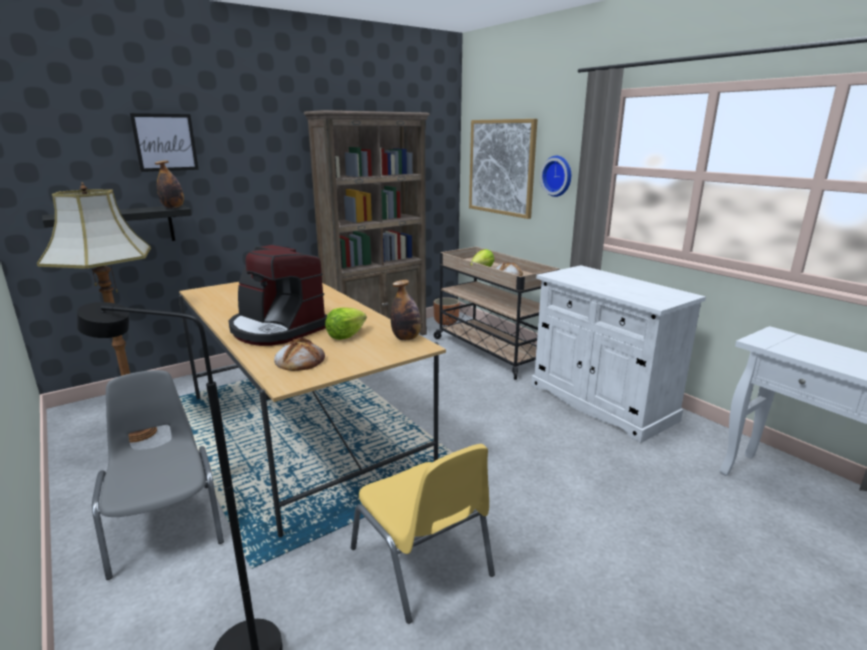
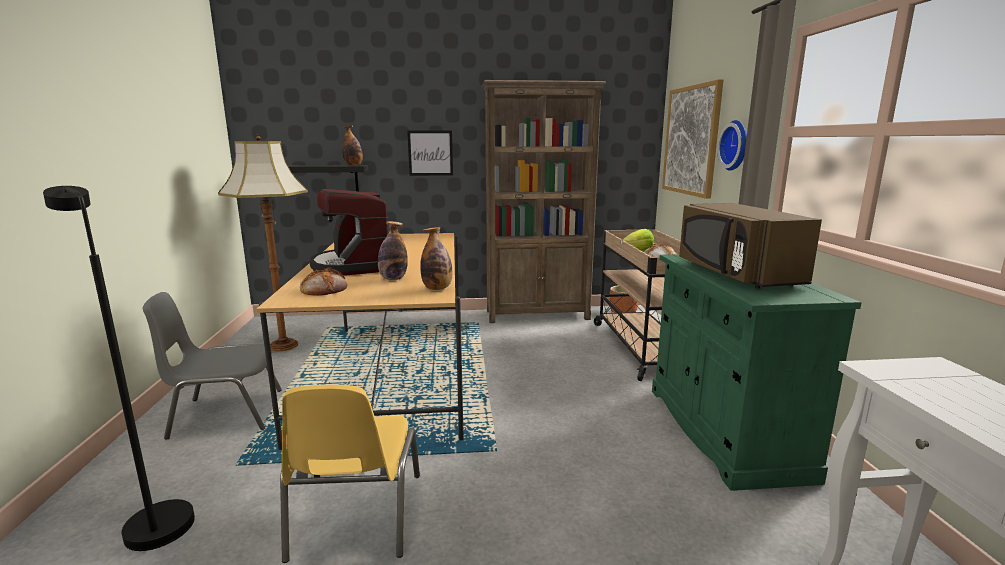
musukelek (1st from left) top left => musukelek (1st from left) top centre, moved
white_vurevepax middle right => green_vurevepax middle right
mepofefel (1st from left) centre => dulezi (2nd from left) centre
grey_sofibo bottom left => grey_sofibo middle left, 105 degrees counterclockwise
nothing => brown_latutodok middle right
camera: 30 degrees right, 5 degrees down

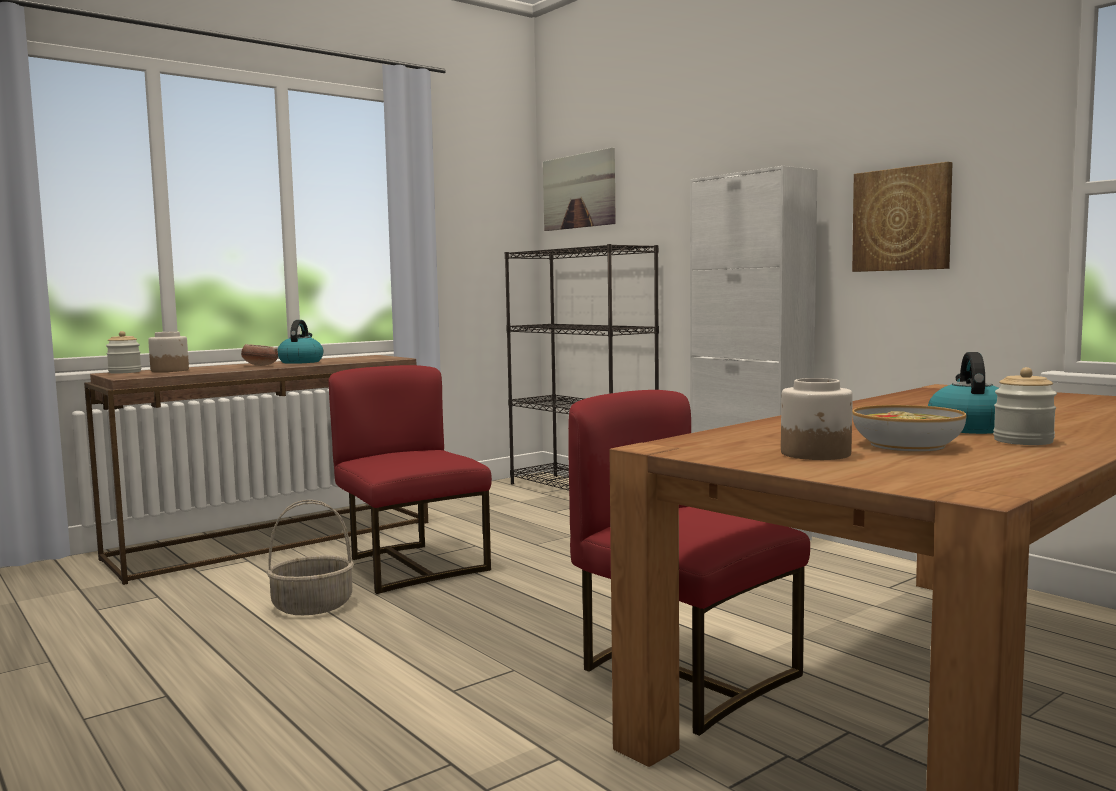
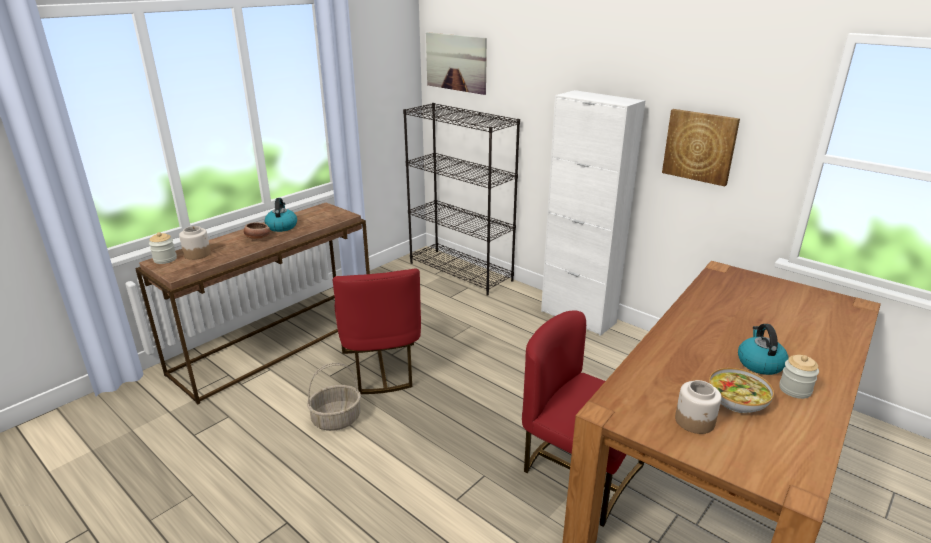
red_sofibo (1st from left) centre, 150 degrees counterclockwise
camera: 10 degrees left, 20 degrees up

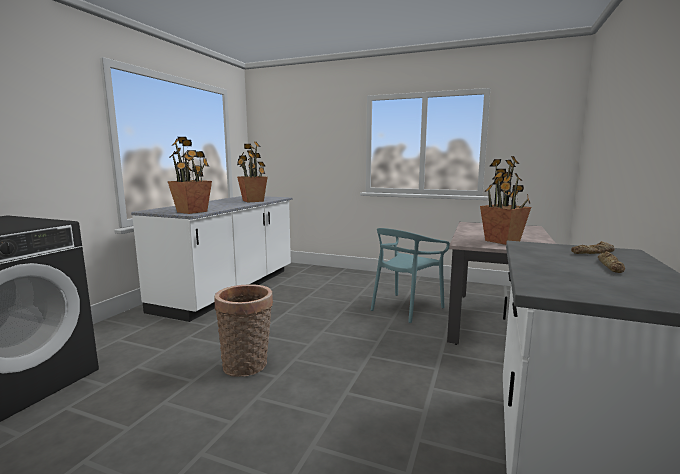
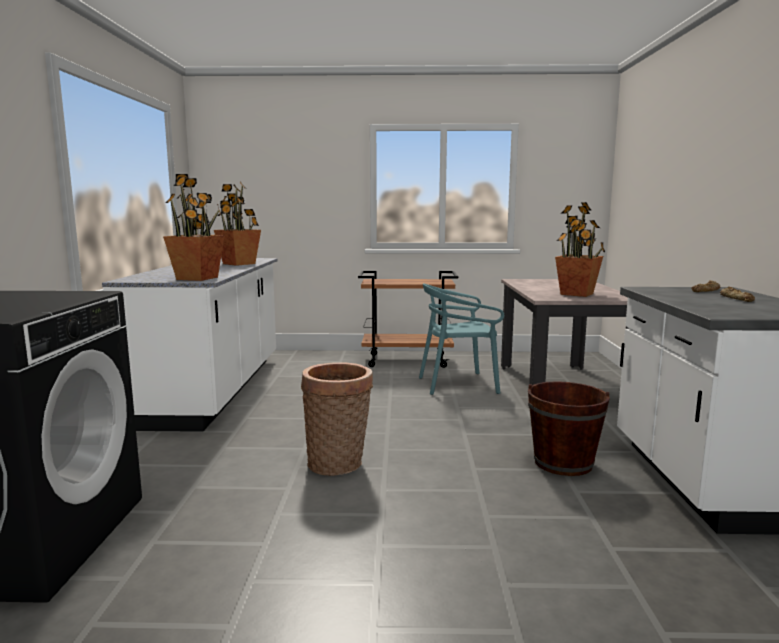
turquoise_sofibo centre, 60 degrees clockwise
nothing => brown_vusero centre
nothing => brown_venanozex middle right
camera: 20 degrees left, 0 degrees up

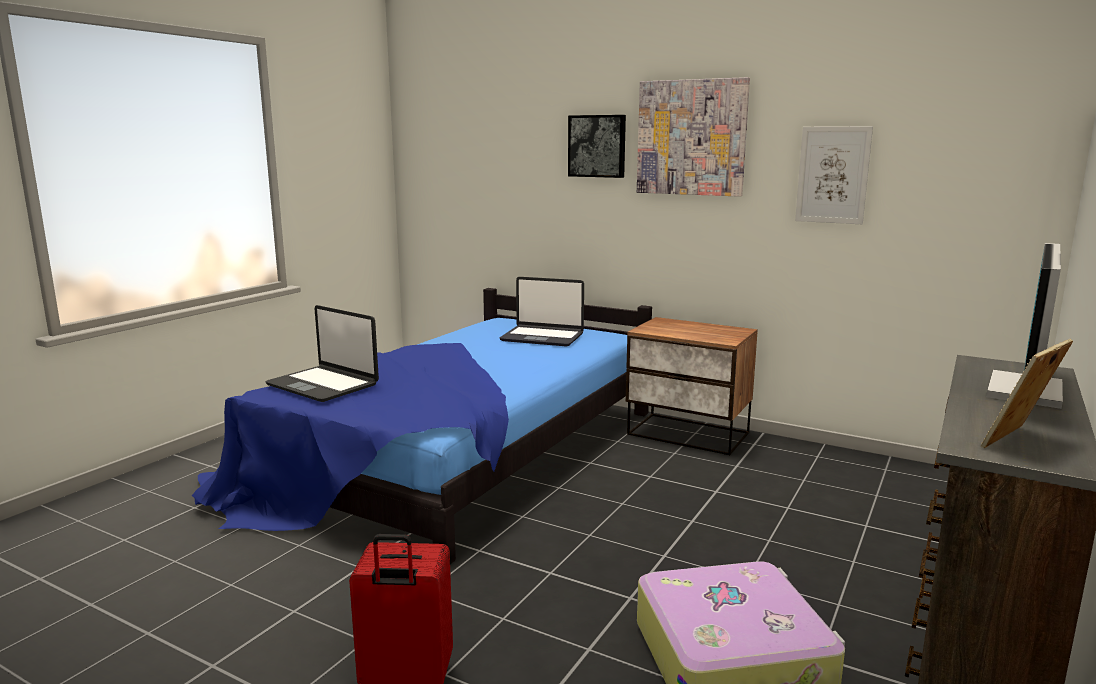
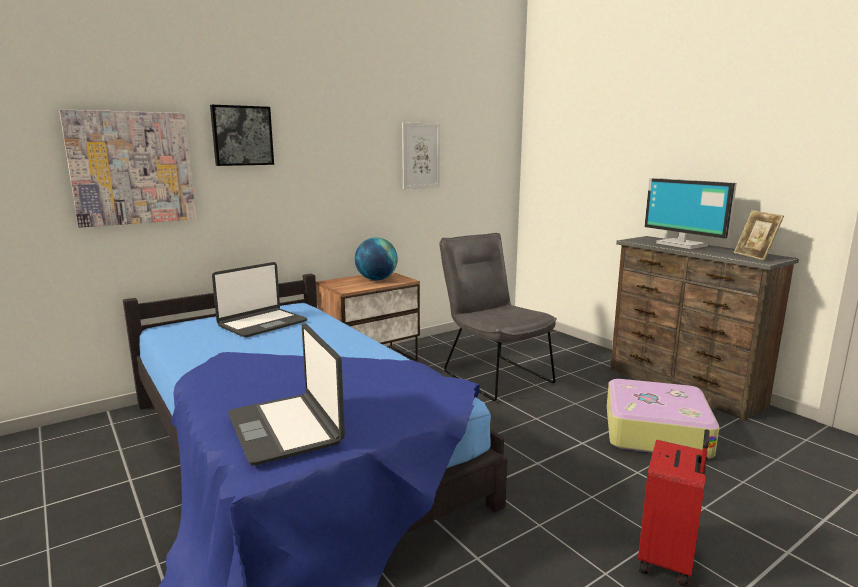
musukelek (2nd from left in the first image) top centre => musukelek (1st from left) top left, moved
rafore (1st from left in the first image) middle left => rafore (2nd from left) bottom centre, 90 degrees clockwise
nothing => grey_sofibo centre
nothing => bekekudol centre
camera: 65 degrees left, 0 degrees up

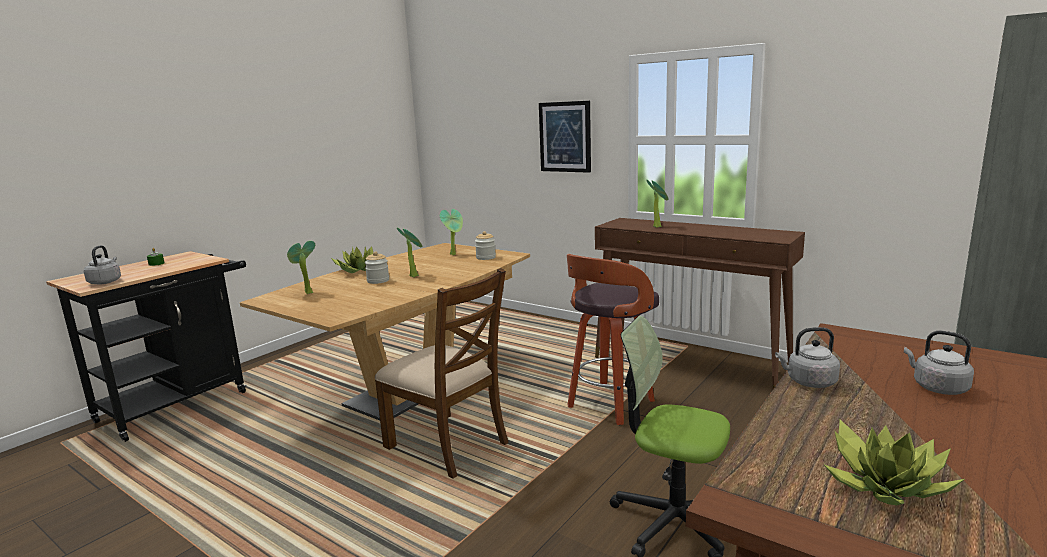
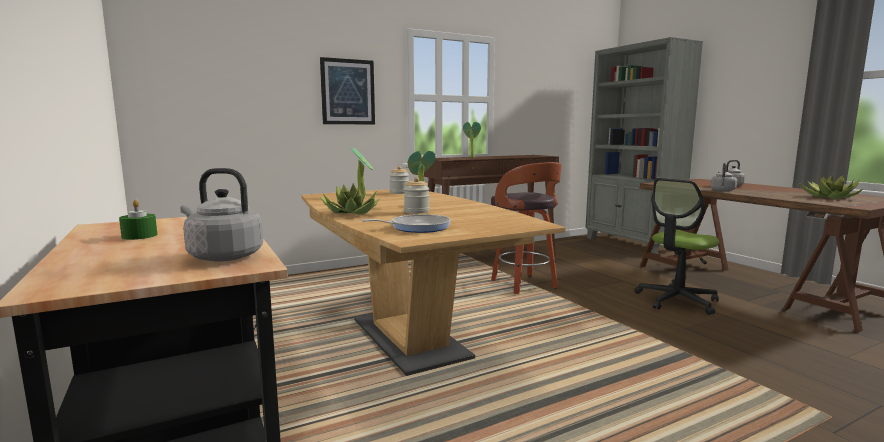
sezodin (1st from left) middle left => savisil centre
brown_sofibo bottom centre => nothing
camera: 65 degrees left, 5 degrees down

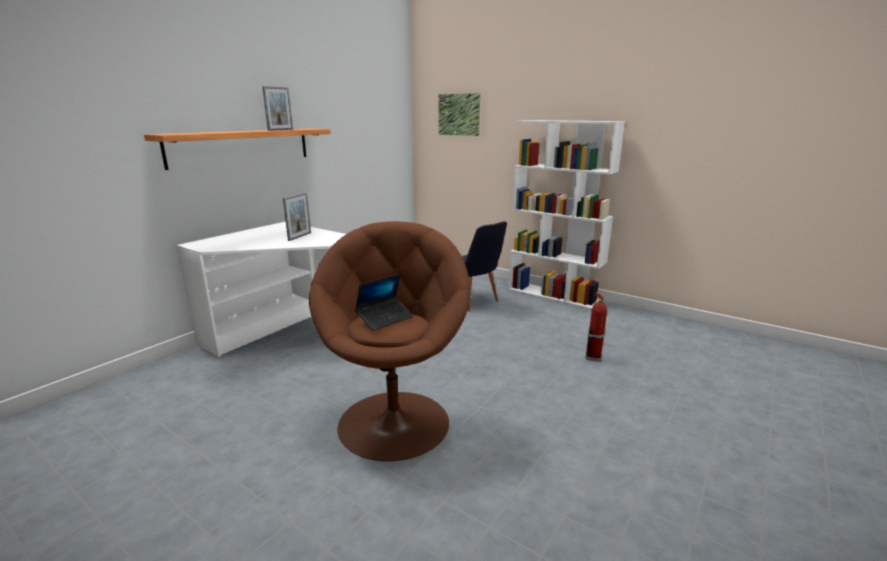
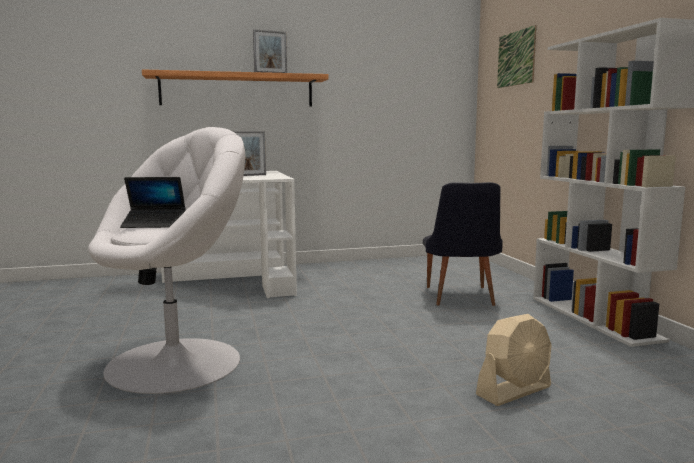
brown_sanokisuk centre => white_sanokisuk middle left
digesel middle right => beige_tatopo bottom right
camera: 40 degrees right, 10 degrees down

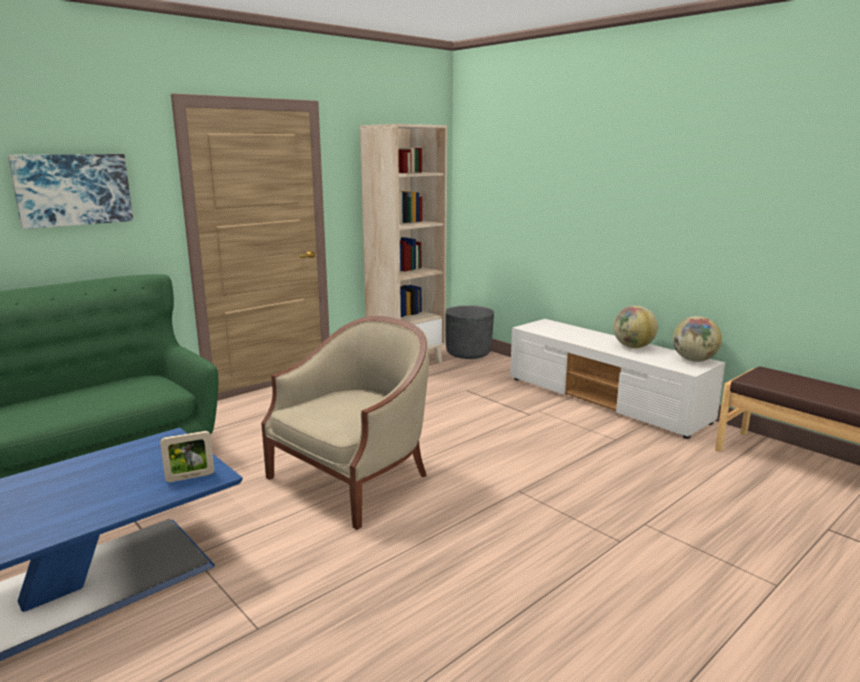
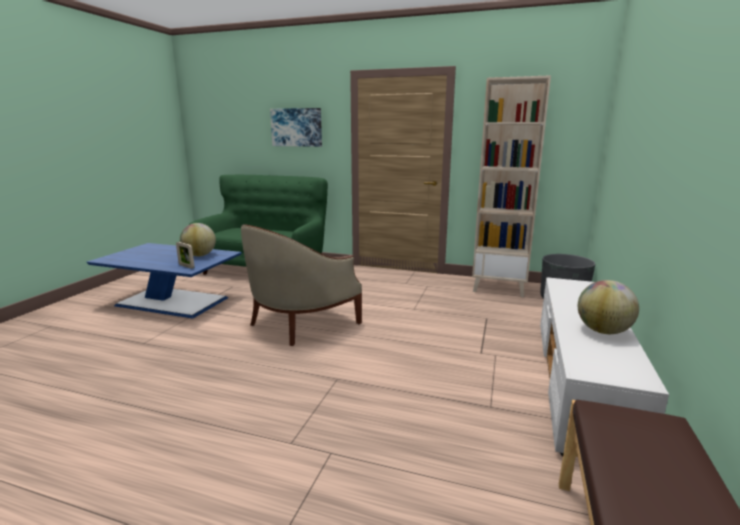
beige_sanokisuk centre, 120 degrees clockwise
bekekudol (2nd from left in the first image) middle right => bekekudol (1st from left) middle left, moved
camera: 60 degrees right, 0 degrees up

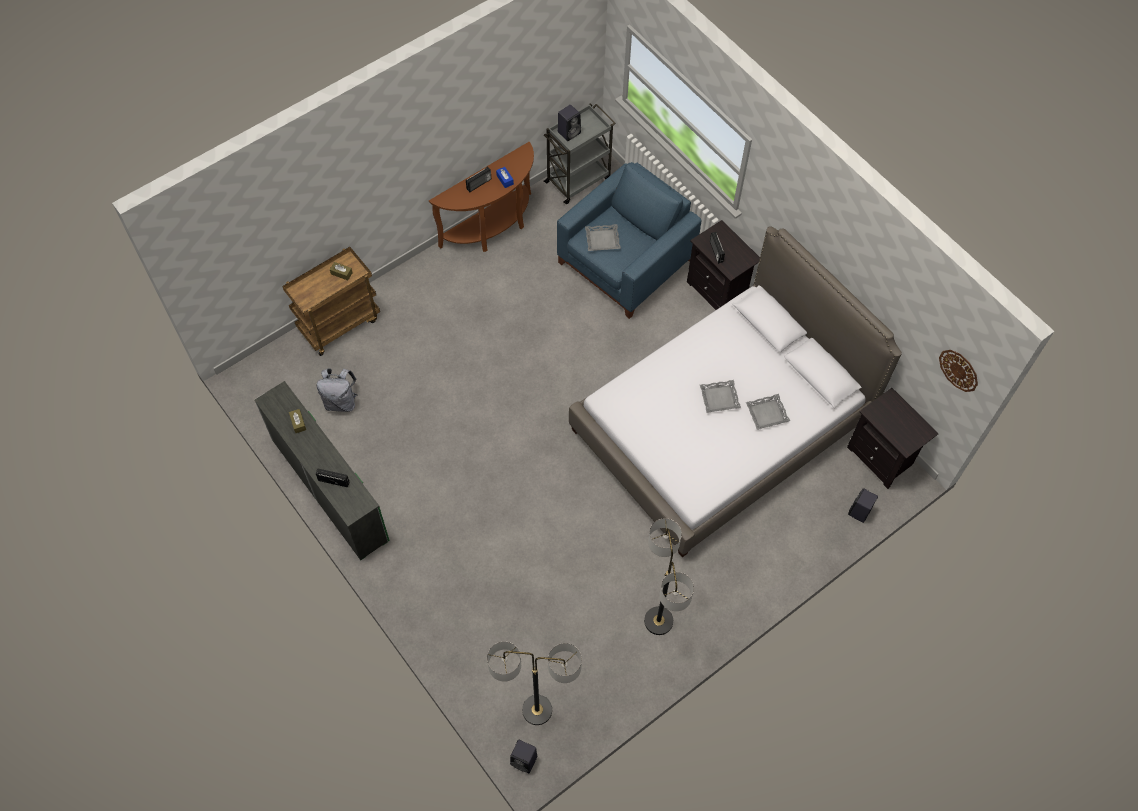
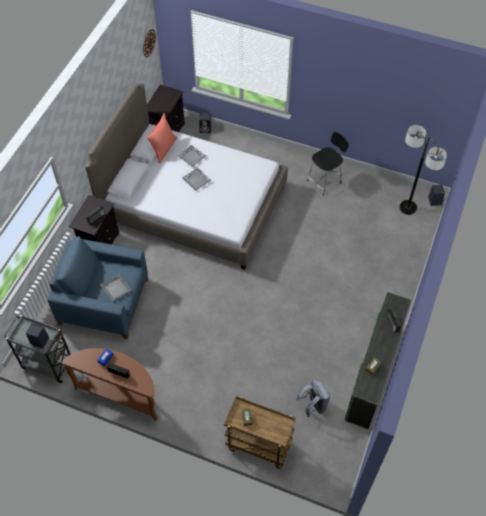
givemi (2nd from left) bottom centre => black_sofibo top right
nothing => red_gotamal top centre
camera: 120 degrees left, 5 degrees down

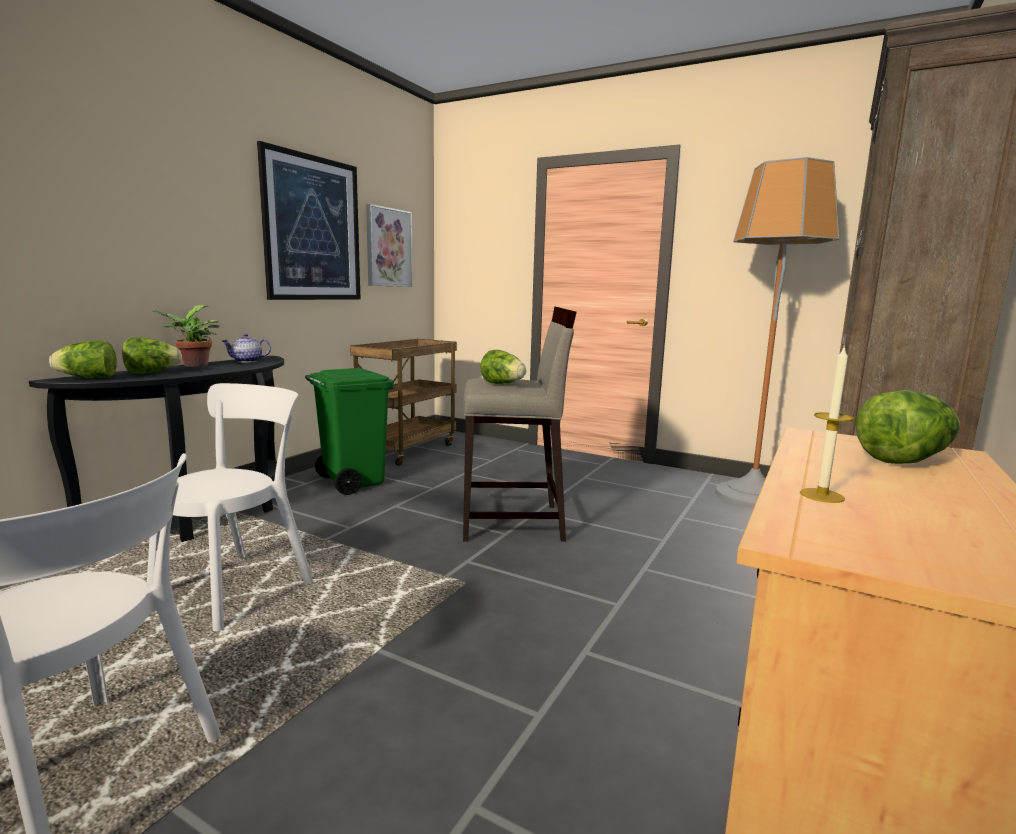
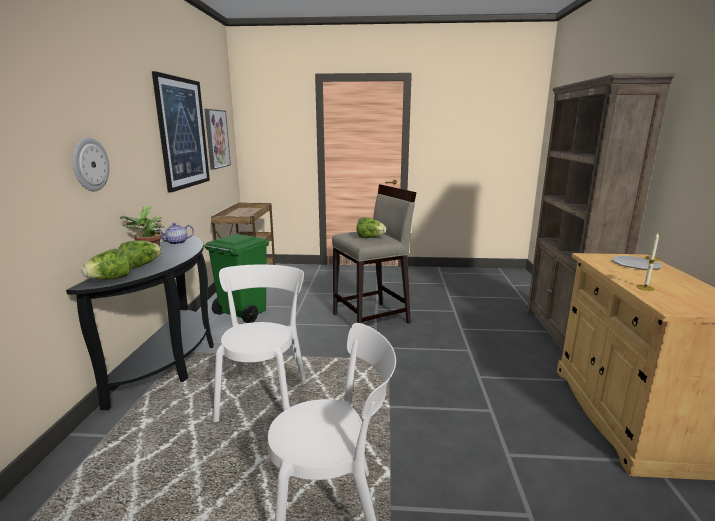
givemi middle right => nothing
mepofefel (4th from left) middle right => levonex middle right
nothing => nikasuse top left
camera: 25 degrees left, 5 degrees up

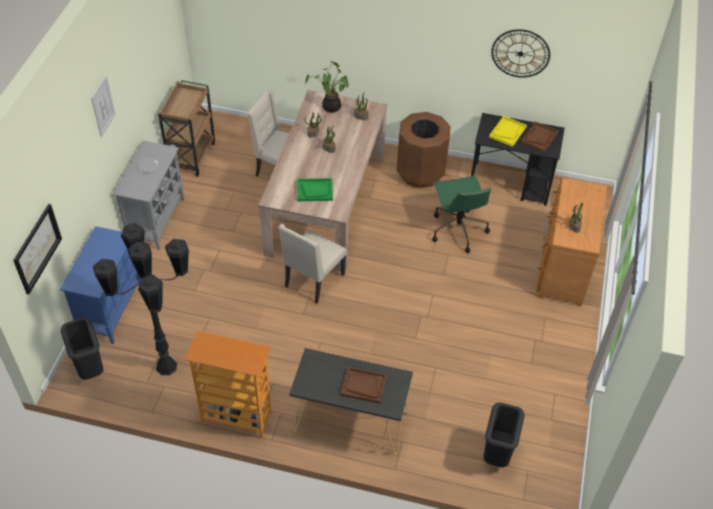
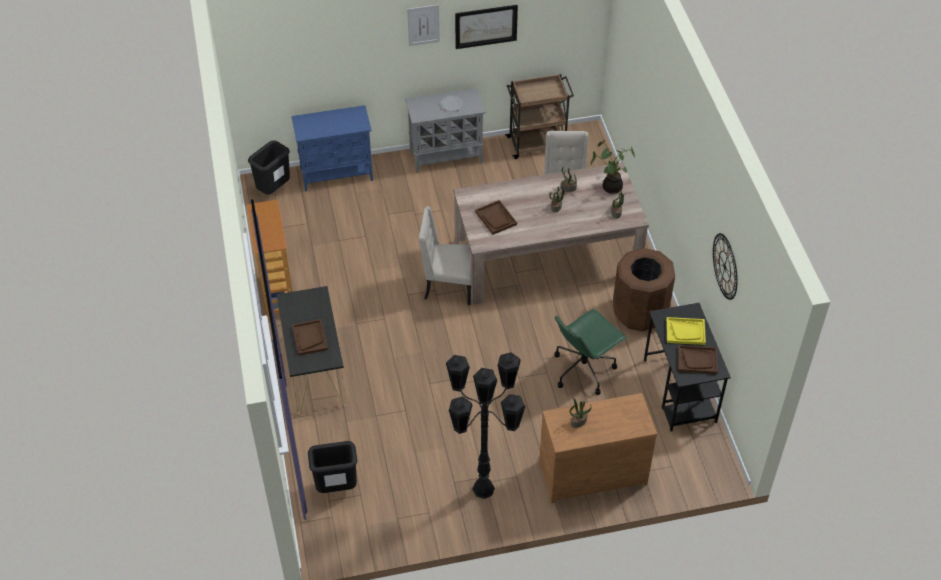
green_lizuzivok centre => brown_lizuzivok (2nd from left) centre
musukelek (1st from left in the first image) middle left => musukelek (2nd from left) top centre, moved
black_givemi middle left => black_givemi bottom centre, moved
camera: 65 degrees right, 0 degrees up

